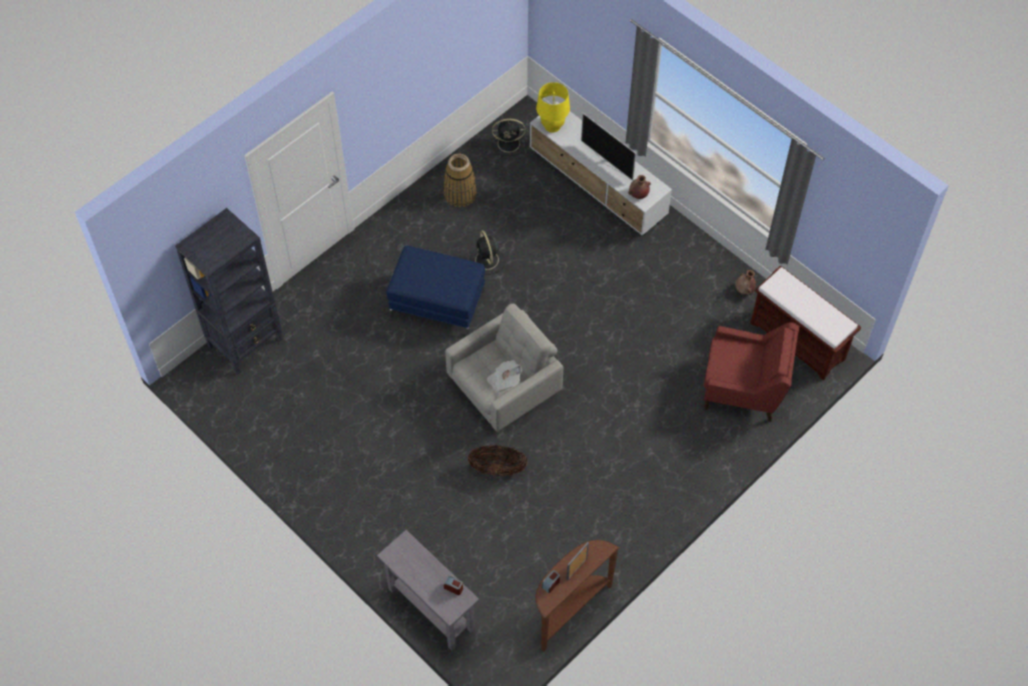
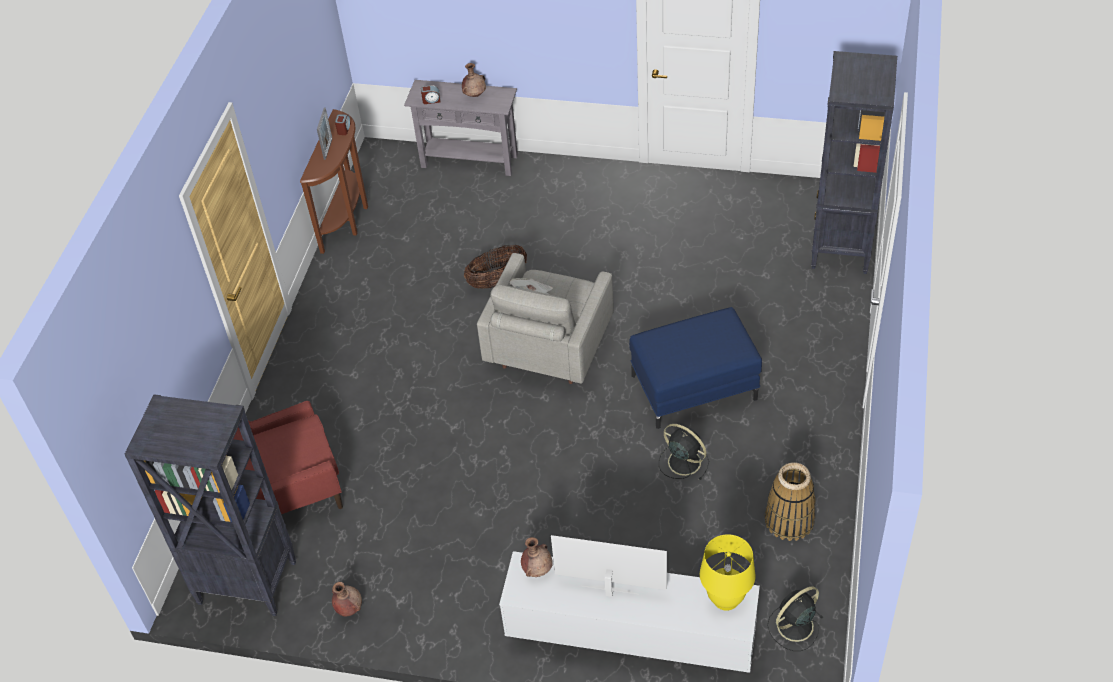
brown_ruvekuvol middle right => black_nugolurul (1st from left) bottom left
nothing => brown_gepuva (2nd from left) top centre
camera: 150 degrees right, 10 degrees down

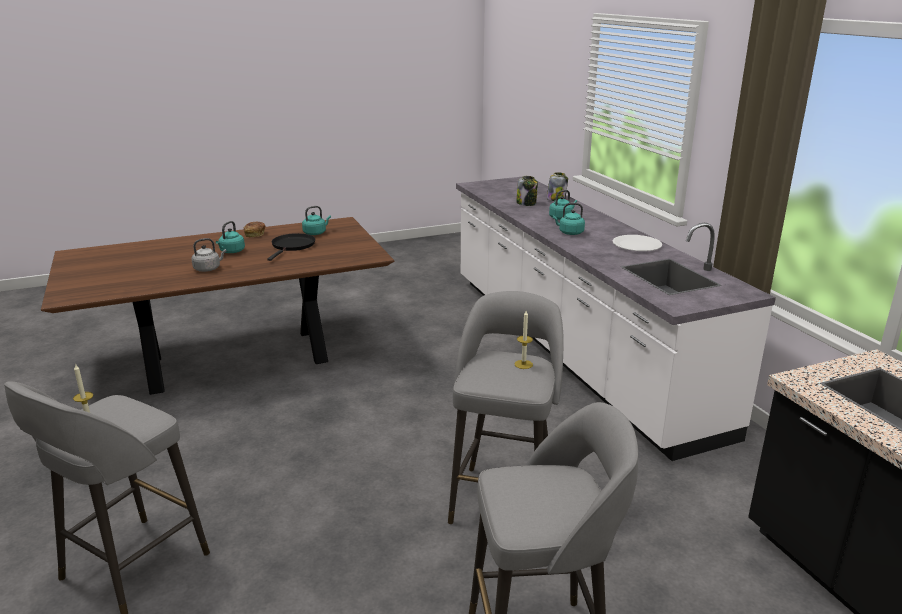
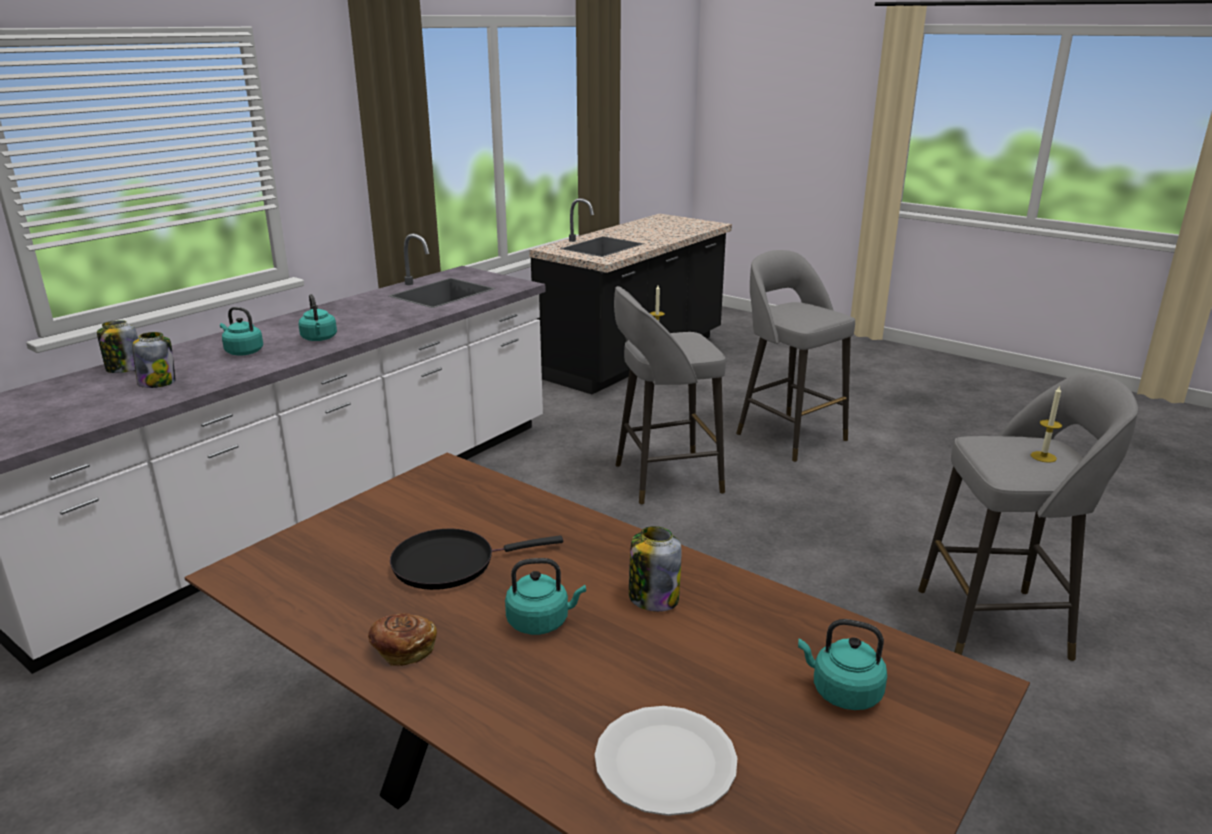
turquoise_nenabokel (2nd from left in the first image) centre => turquoise_nenabokel (4th from left) bottom right, moved
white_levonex middle right => white_levonex bottom centre, moved
grey_nenabokel middle left => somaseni (3rd from left) bottom centre
camera: 120 degrees left, 0 degrees up

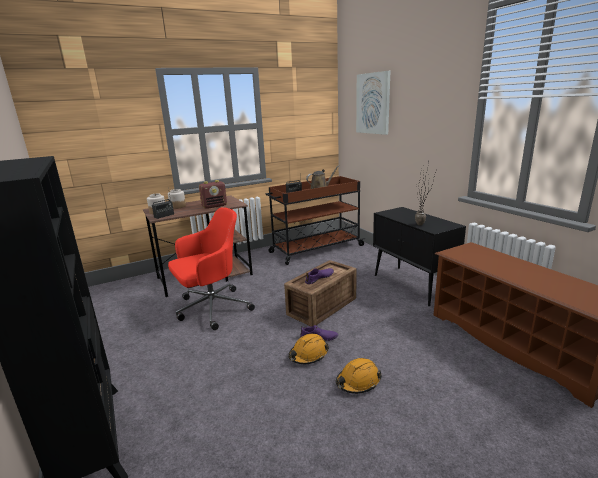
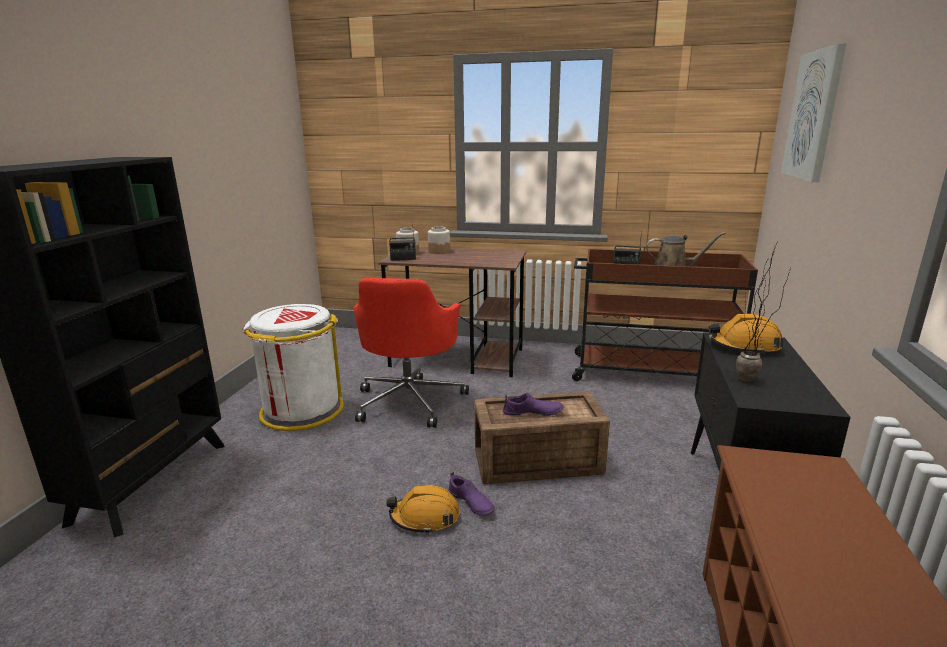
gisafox (2nd from left) centre => nothing
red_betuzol centre, 90 degrees clockwise
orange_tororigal (2nd from left) bottom centre => orange_tororigal (2nd from left) middle right, moved
nothing => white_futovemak middle left
camera: 40 degrees right, 0 degrees up

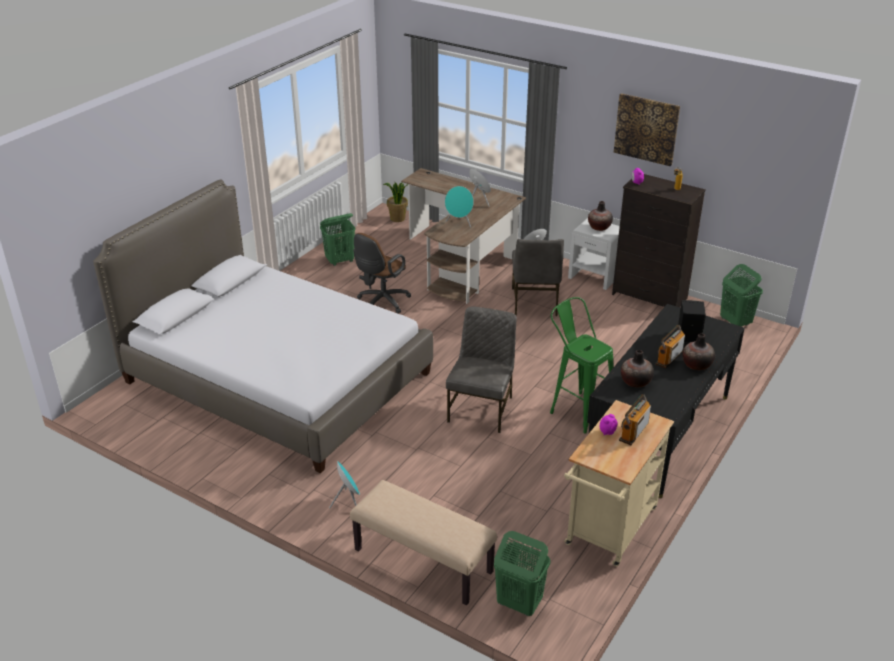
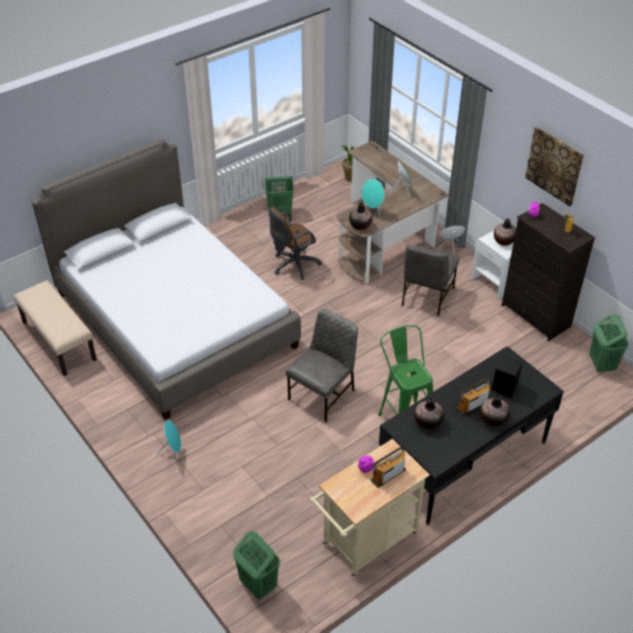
beige_ruvekuvol bottom centre => beige_ruvekuvol middle left, moved
nothing => gepuva (1st from left) centre
camera: 20 degrees right, 10 degrees up

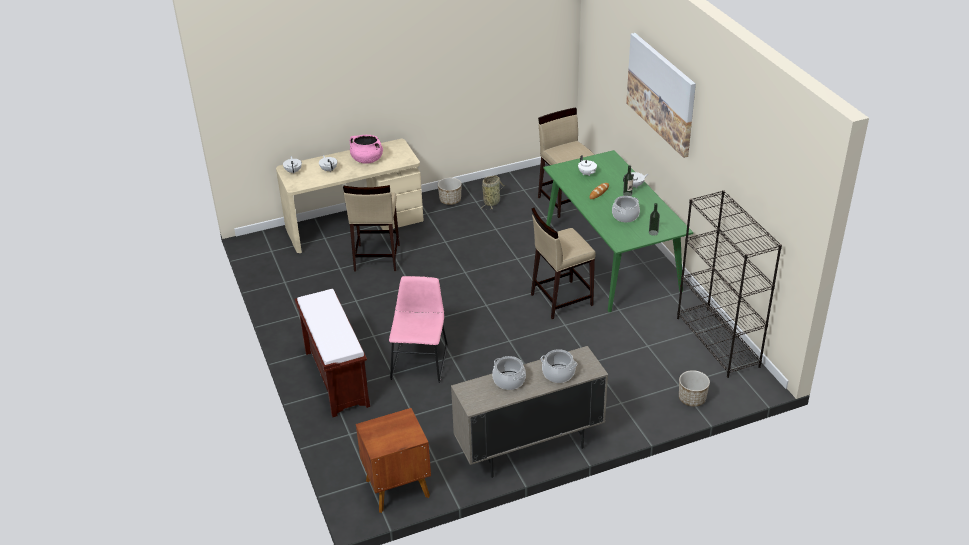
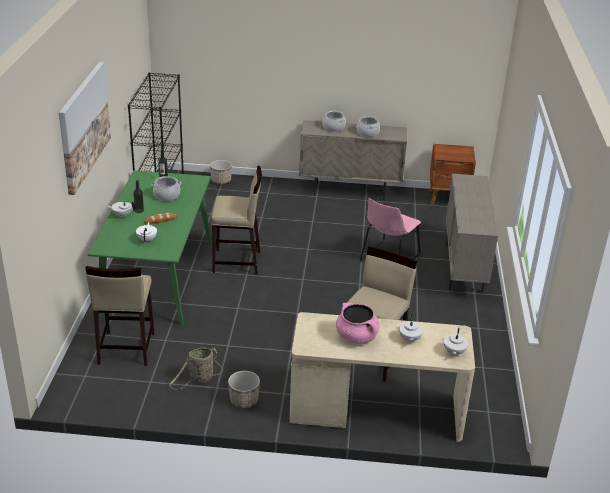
brown_ruvekuvol centre => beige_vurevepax (2nd from left) middle right
camera: 155 degrees left, 5 degrees down

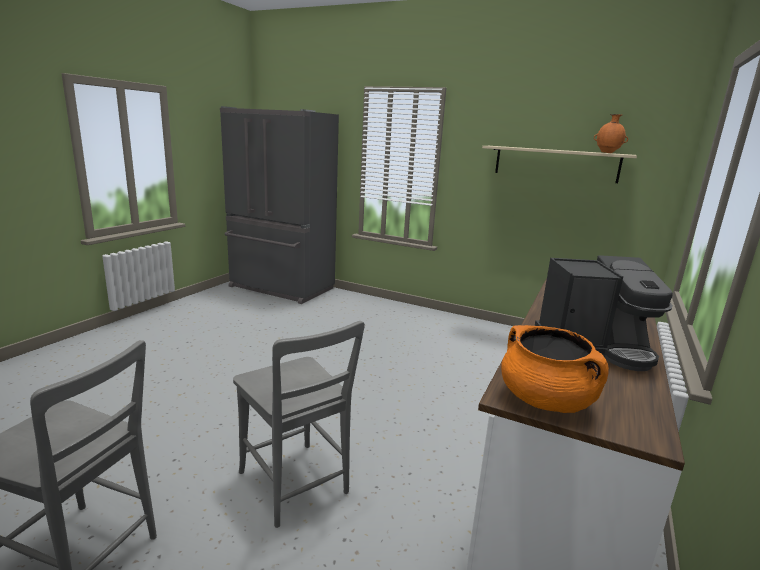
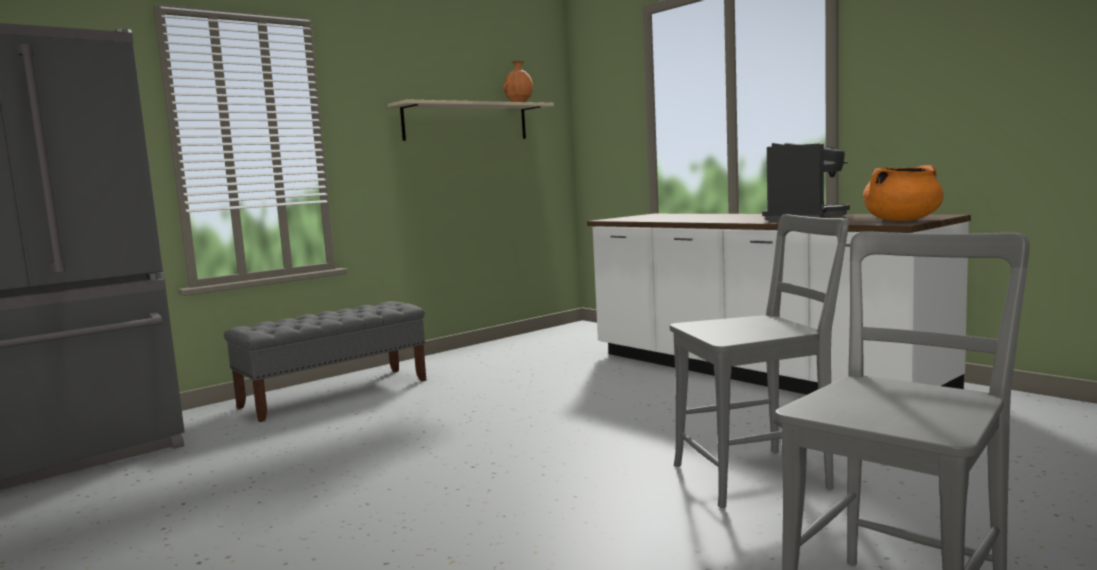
nothing => grey_ruvekuvol middle left
camera: 65 degrees left, 10 degrees down

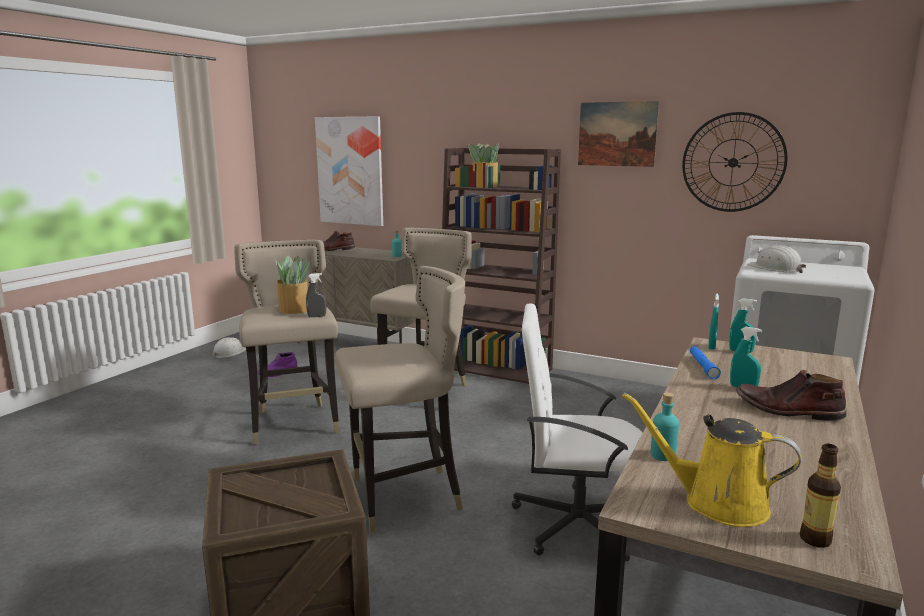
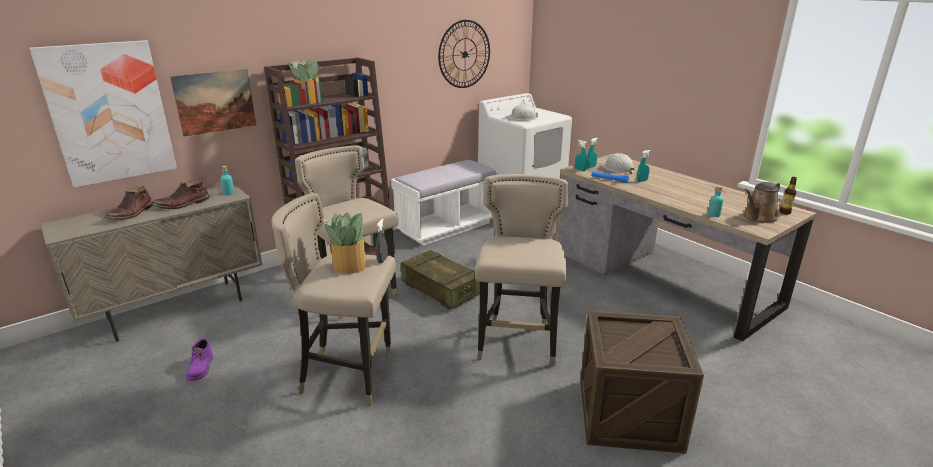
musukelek (2nd from left) top right => musukelek (2nd from left) top left, moved
white_betuzol bottom centre => nothing
white_tororigal (1st from left in the first image) middle left => white_tororigal (2nd from left) centre, moved
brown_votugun (2nd from left) middle right => brown_votugun (2nd from left) middle left, moved
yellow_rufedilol bottom right => brown_rufedilol middle right
nothing => white_ruvekuvol centre
nothing => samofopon (1st from left) centre
camera: 65 degrees left, 10 degrees up

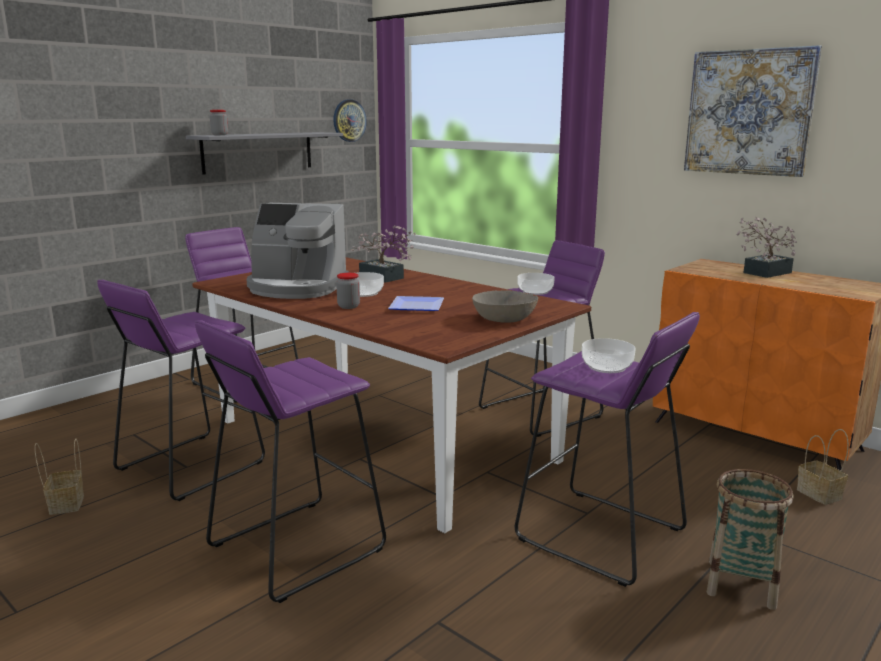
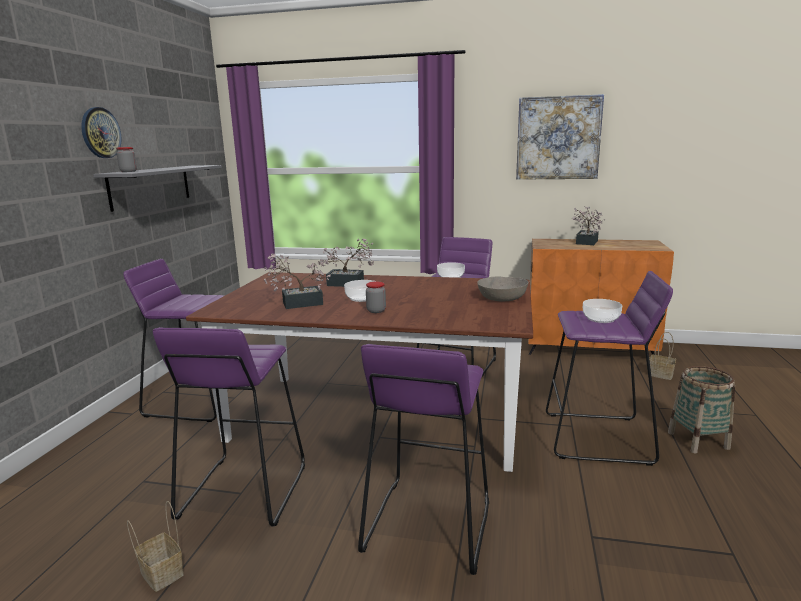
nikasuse top centre => nikasuse top left, moved
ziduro centre => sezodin (1st from left) centre
levonex centre => nothing
camera: 30 degrees left, 0 degrees up

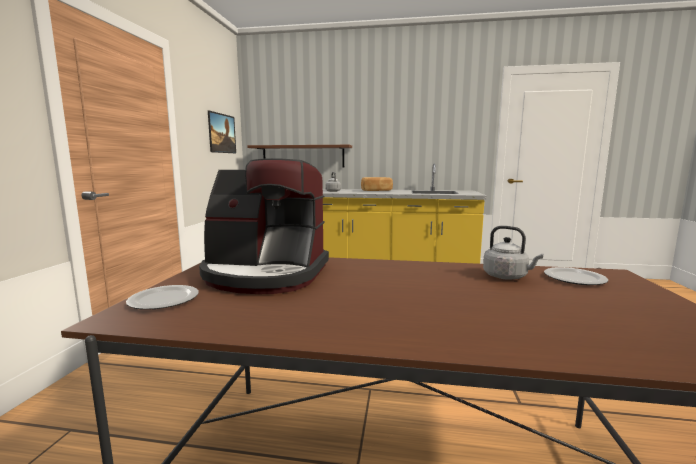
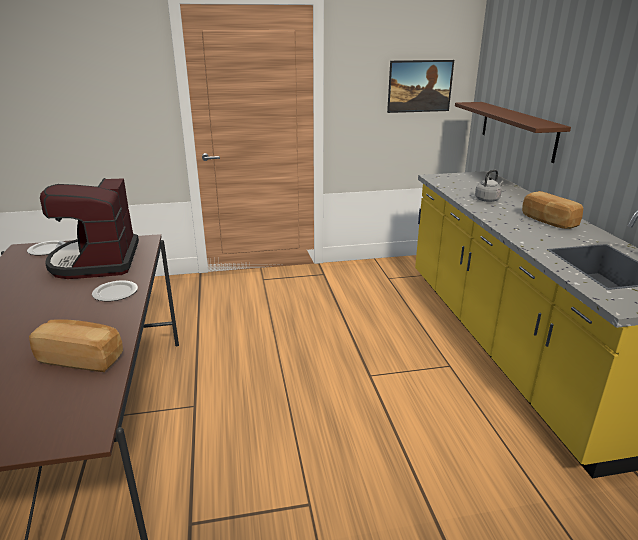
grey_nenabokel (2nd from left) middle right => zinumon (1st from left) middle left
levonex (2nd from left) middle right => levonex (2nd from left) middle left, moved
camera: 70 degrees right, 15 degrees up

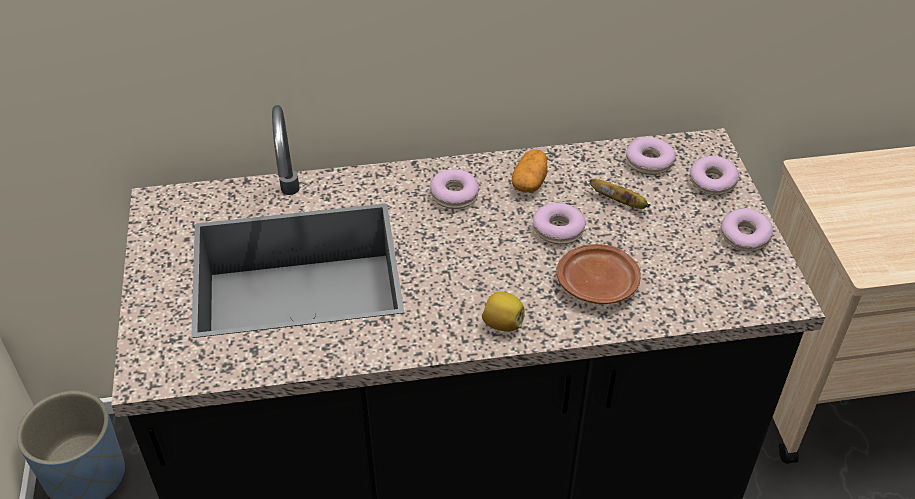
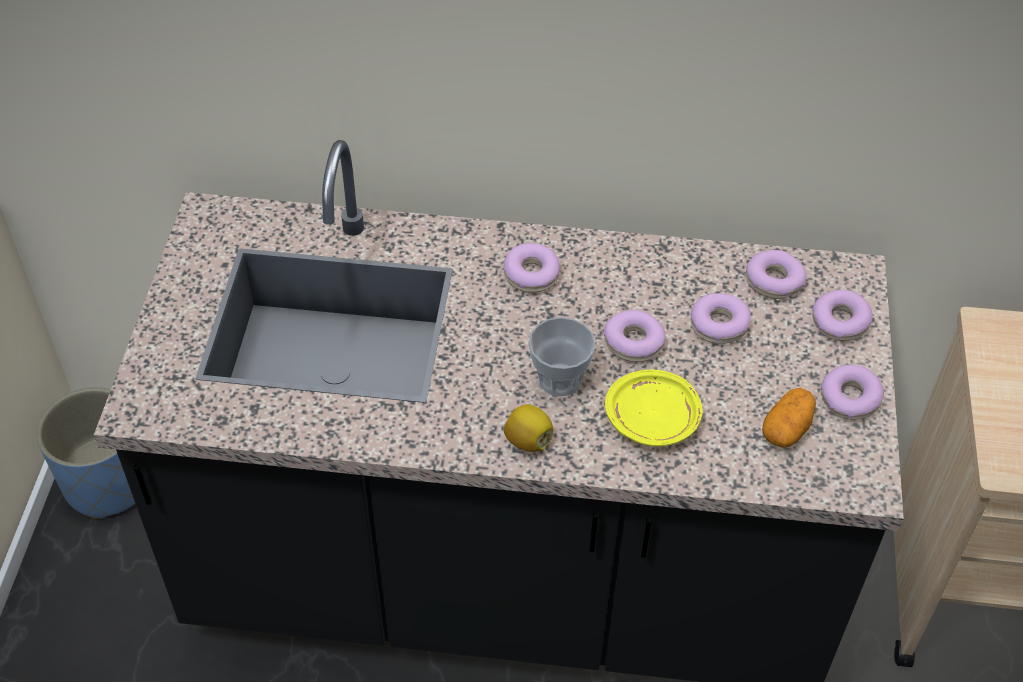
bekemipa centre => bekemipa middle right, moved
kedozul middle right => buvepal (3rd from left) middle right
brown_levonex centre => yellow_levonex centre
nothing => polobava centre
camera: 15 degrees right, 5 degrees up

